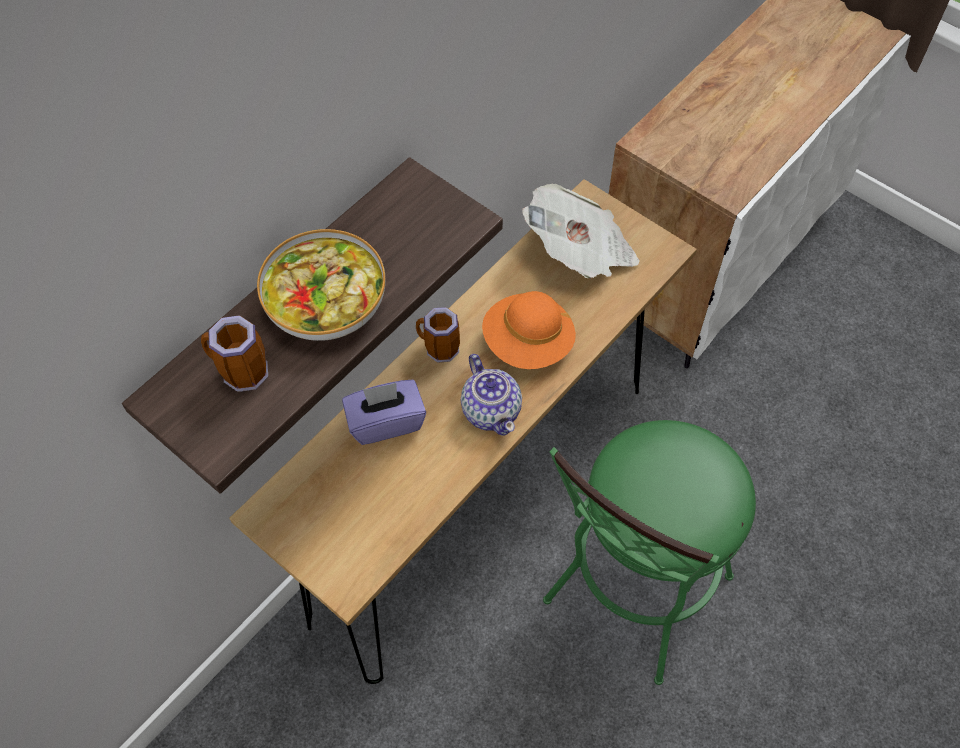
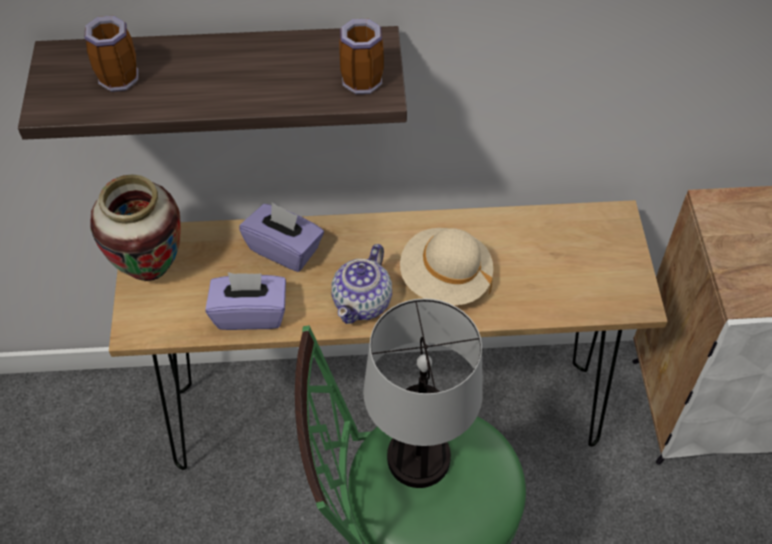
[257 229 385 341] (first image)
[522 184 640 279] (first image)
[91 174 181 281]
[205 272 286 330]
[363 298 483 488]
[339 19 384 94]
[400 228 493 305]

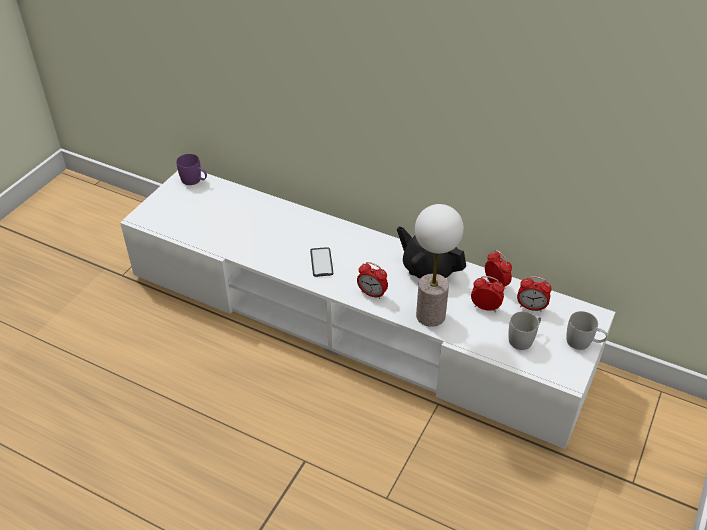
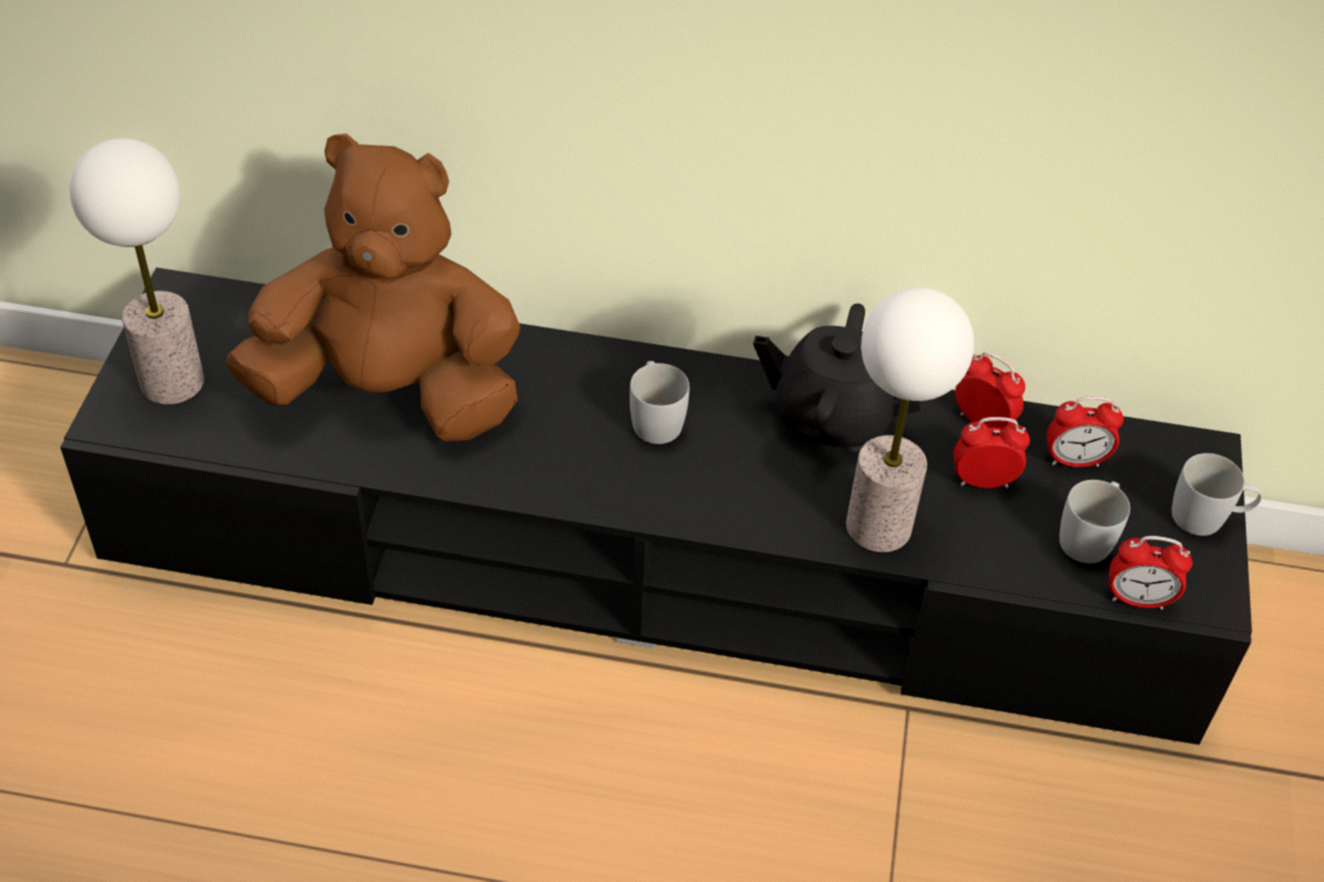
[176 154 207 185] (first image)
[310 247 333 277] (first image)
[70 138 204 405]
[226 133 520 441]
[630 361 689 444]
[1109 536 1192 610]
[60 267 1252 745]

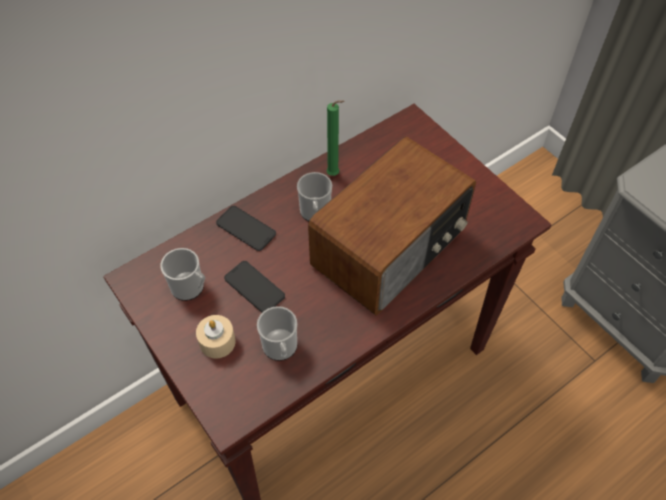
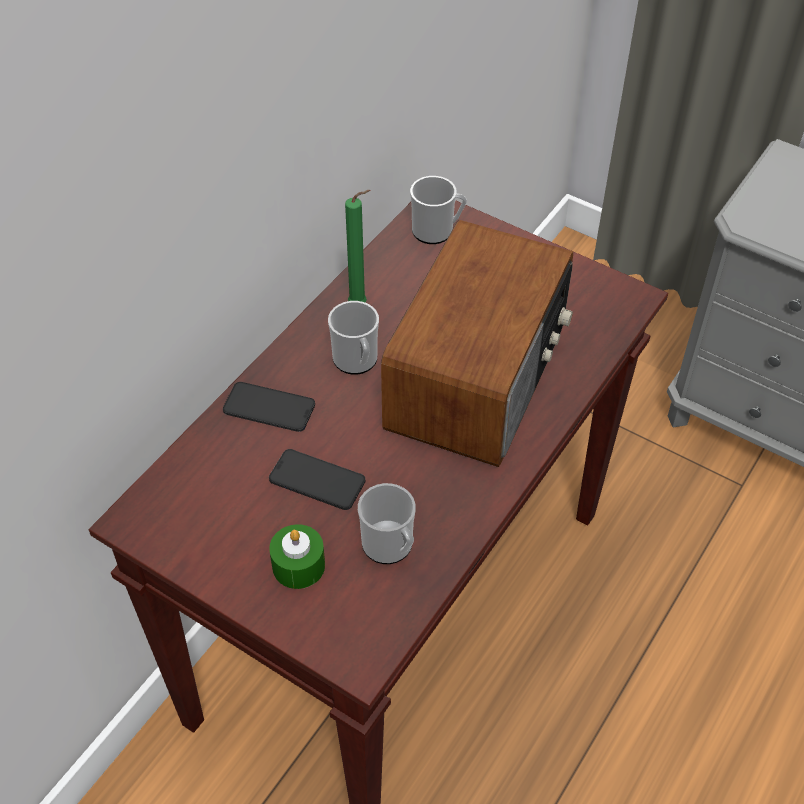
[410 176 467 244]
[269 524 325 589]

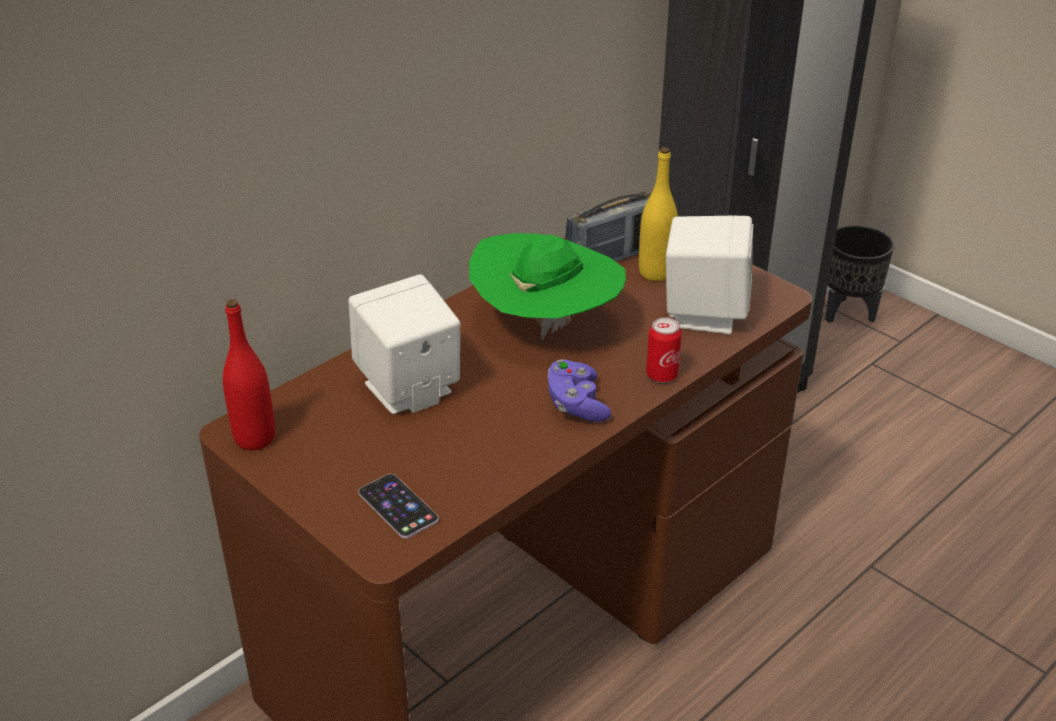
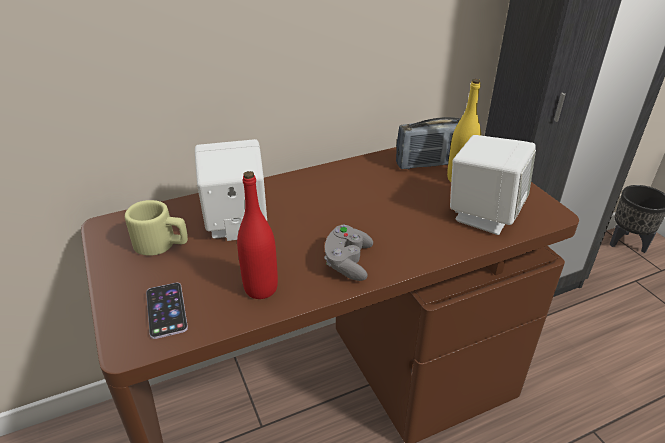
[469 233 626 340] (first image)
[646 317 682 383] (first image)
[125 200 188 256]
[237 171 278 299]
[324 225 373 281]

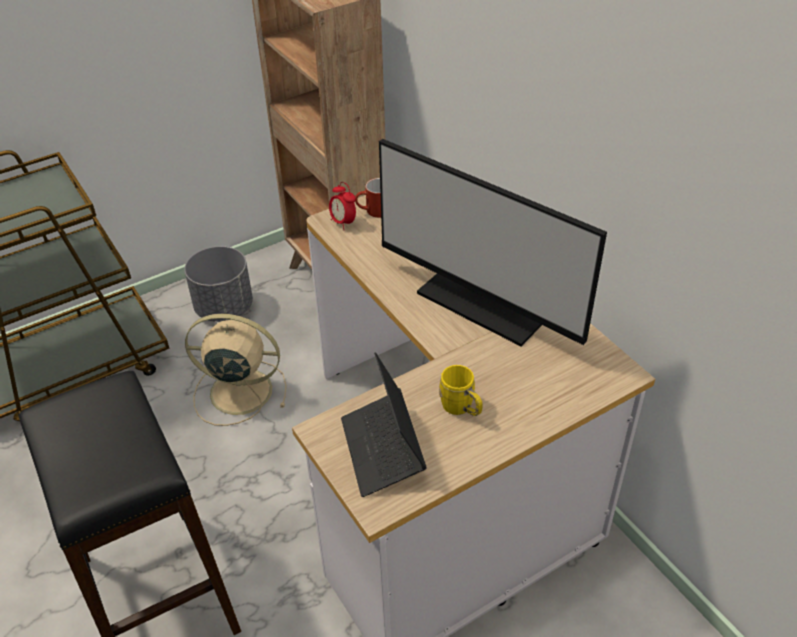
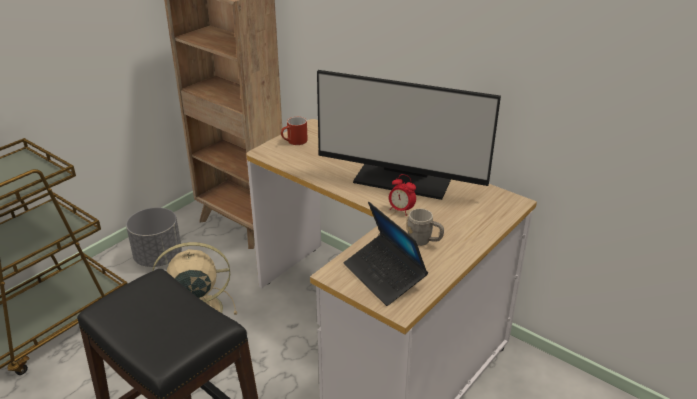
[389 174 416 216]
[407 208 444 246]

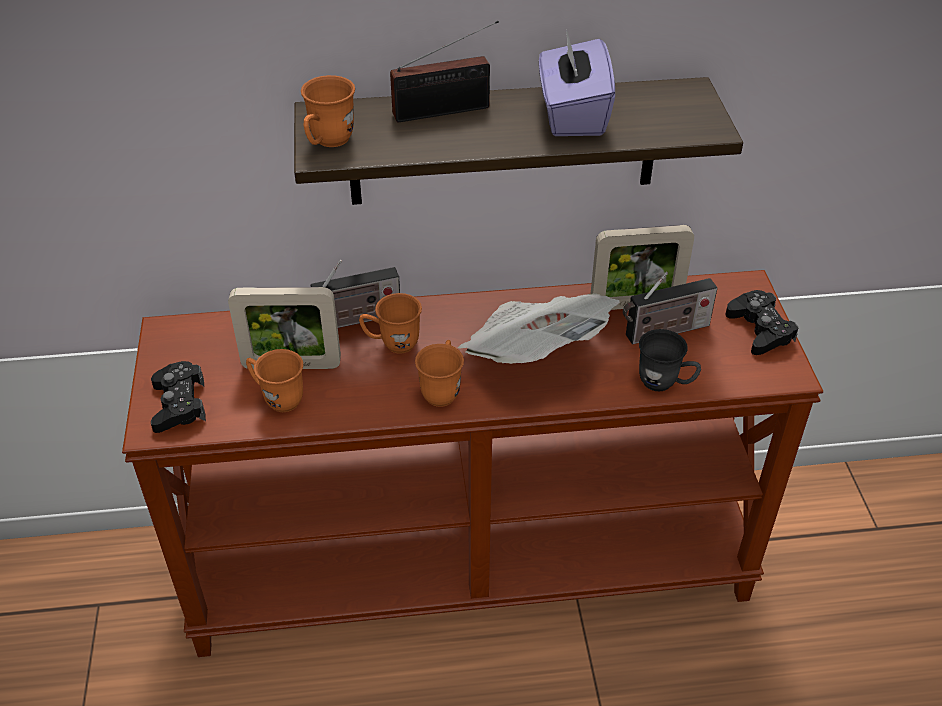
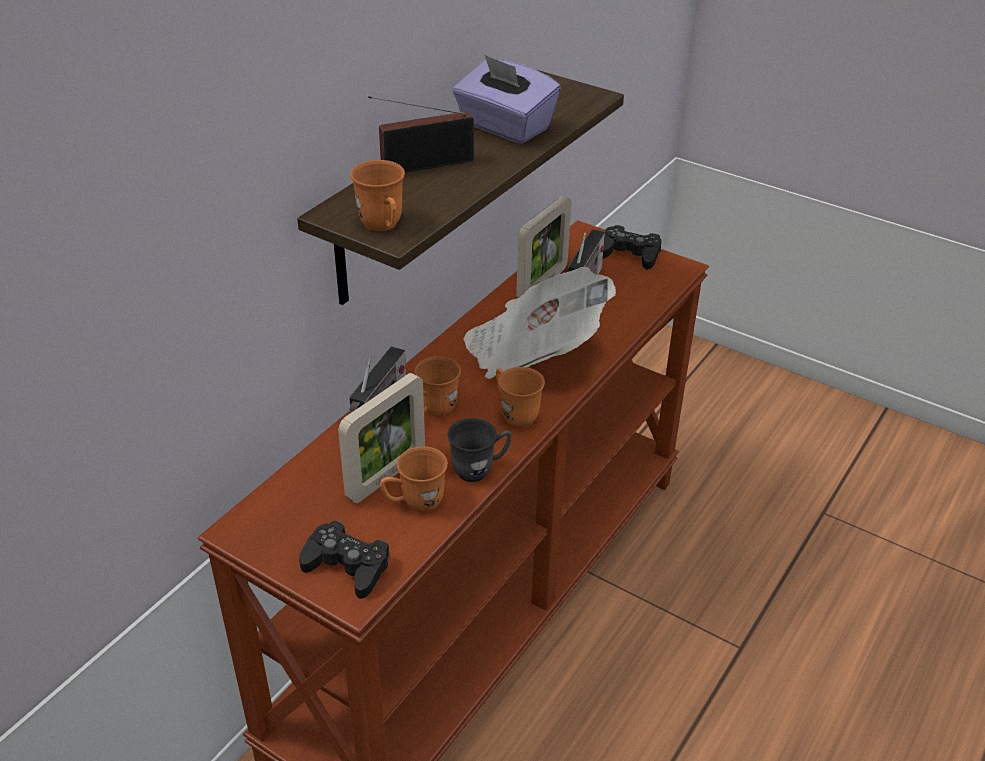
[448 418 512 482]
[368 96 474 173]

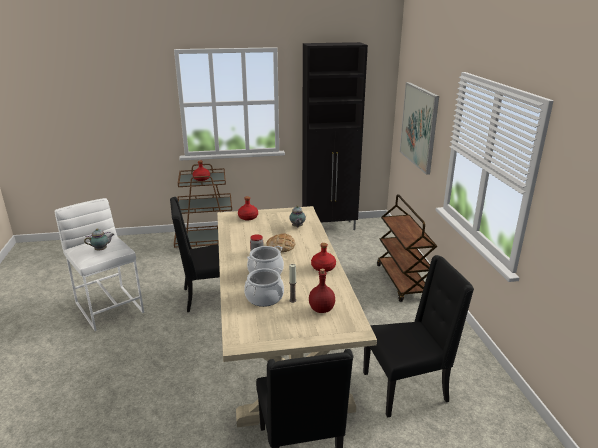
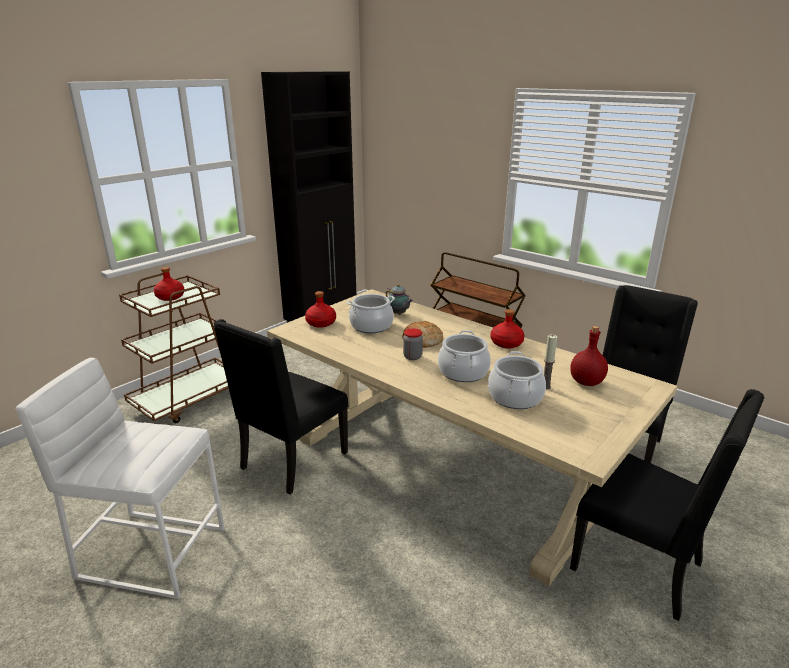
[84 228 114 251] (first image)
[400 82 439 175] (first image)
[347 294 395 333]

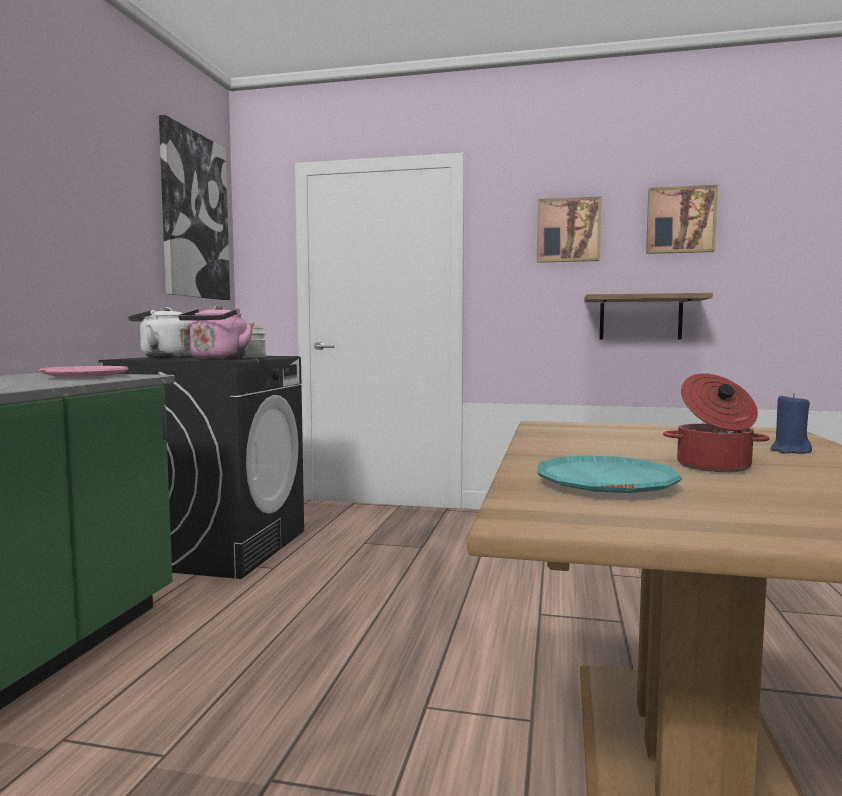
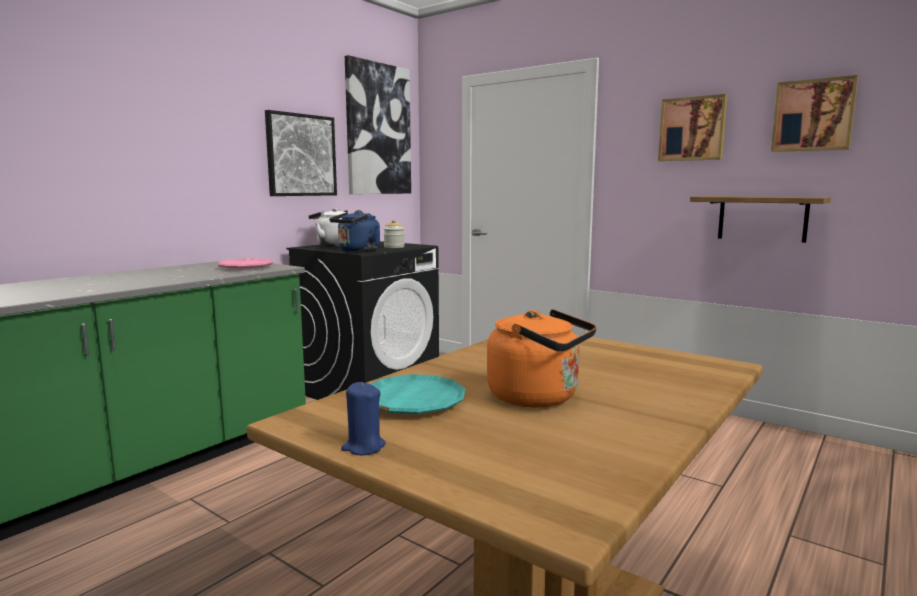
[265 110 337 196]
[341 382 386 455]
[487 309 597 408]
[329 210 380 252]

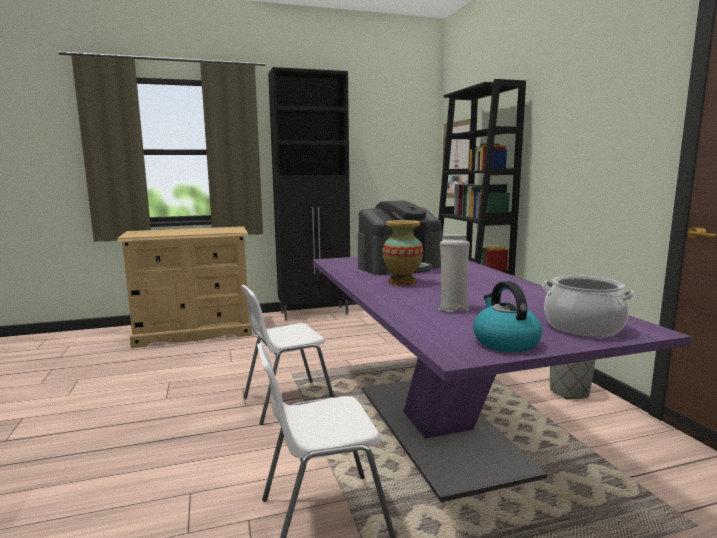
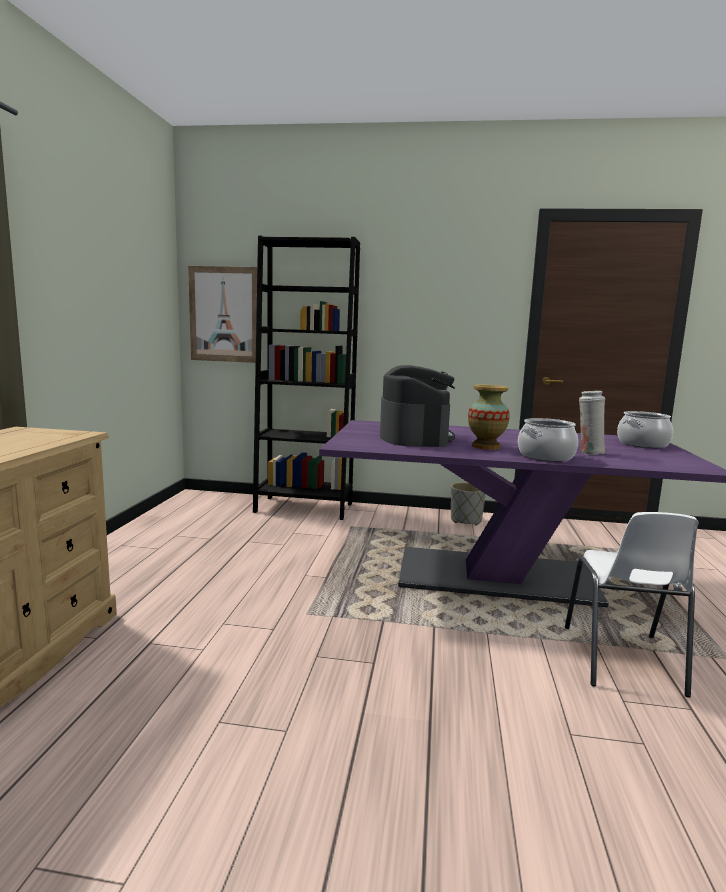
[241 285 334 425] (first image)
[268 67 351 320] (first image)
[473 281 542 352] (first image)
[518 418 578 461]

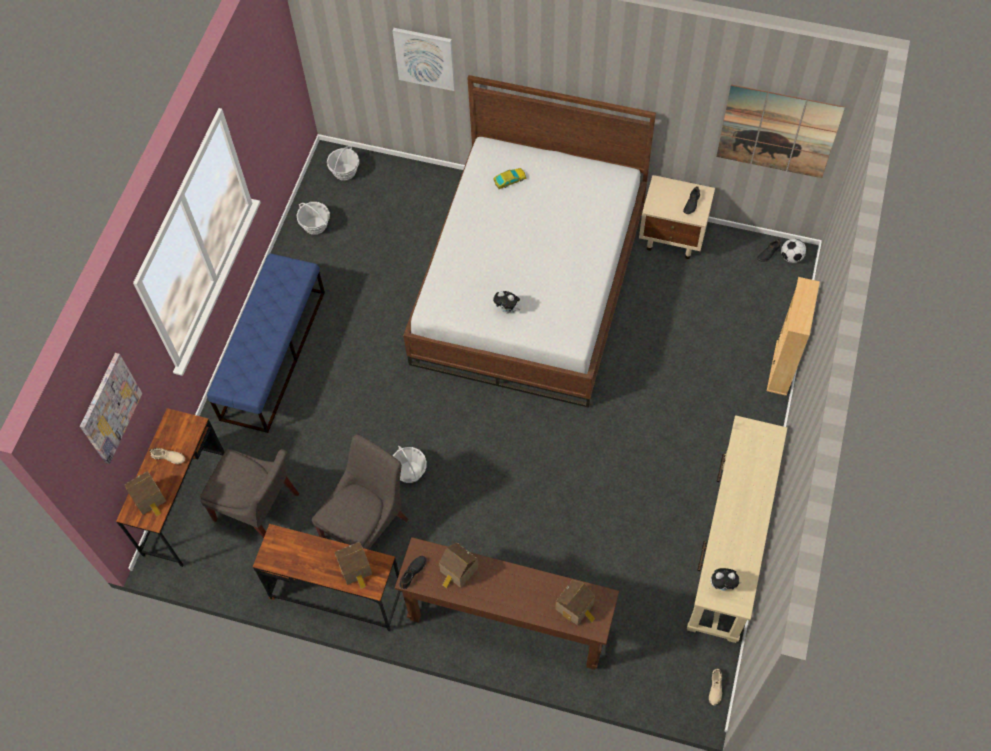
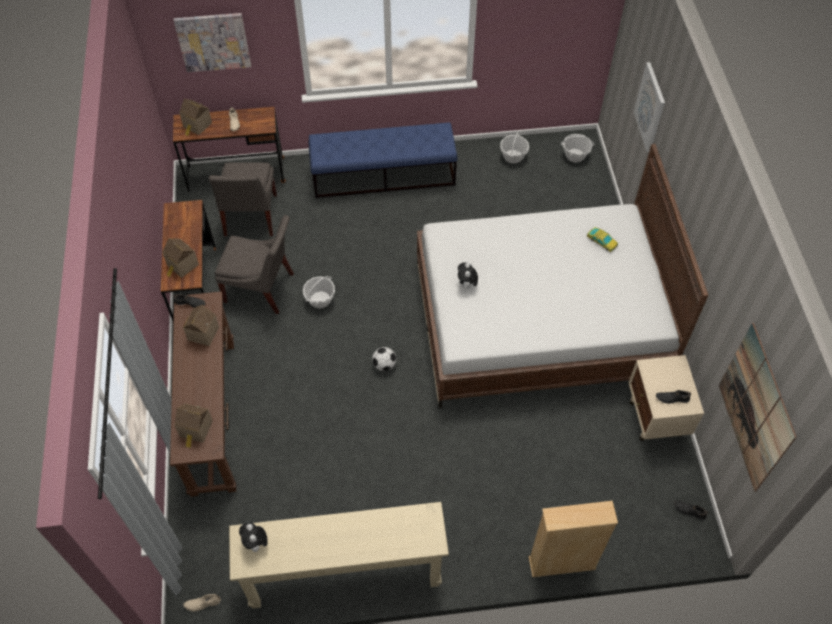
[372 347 396 371]

